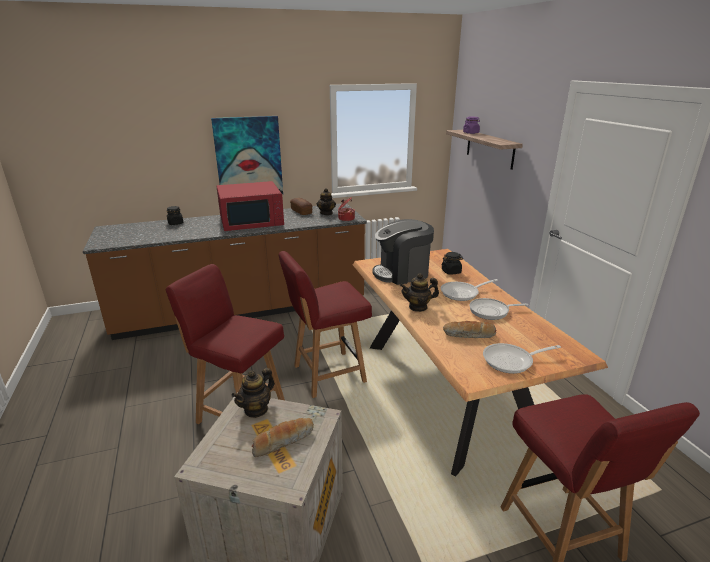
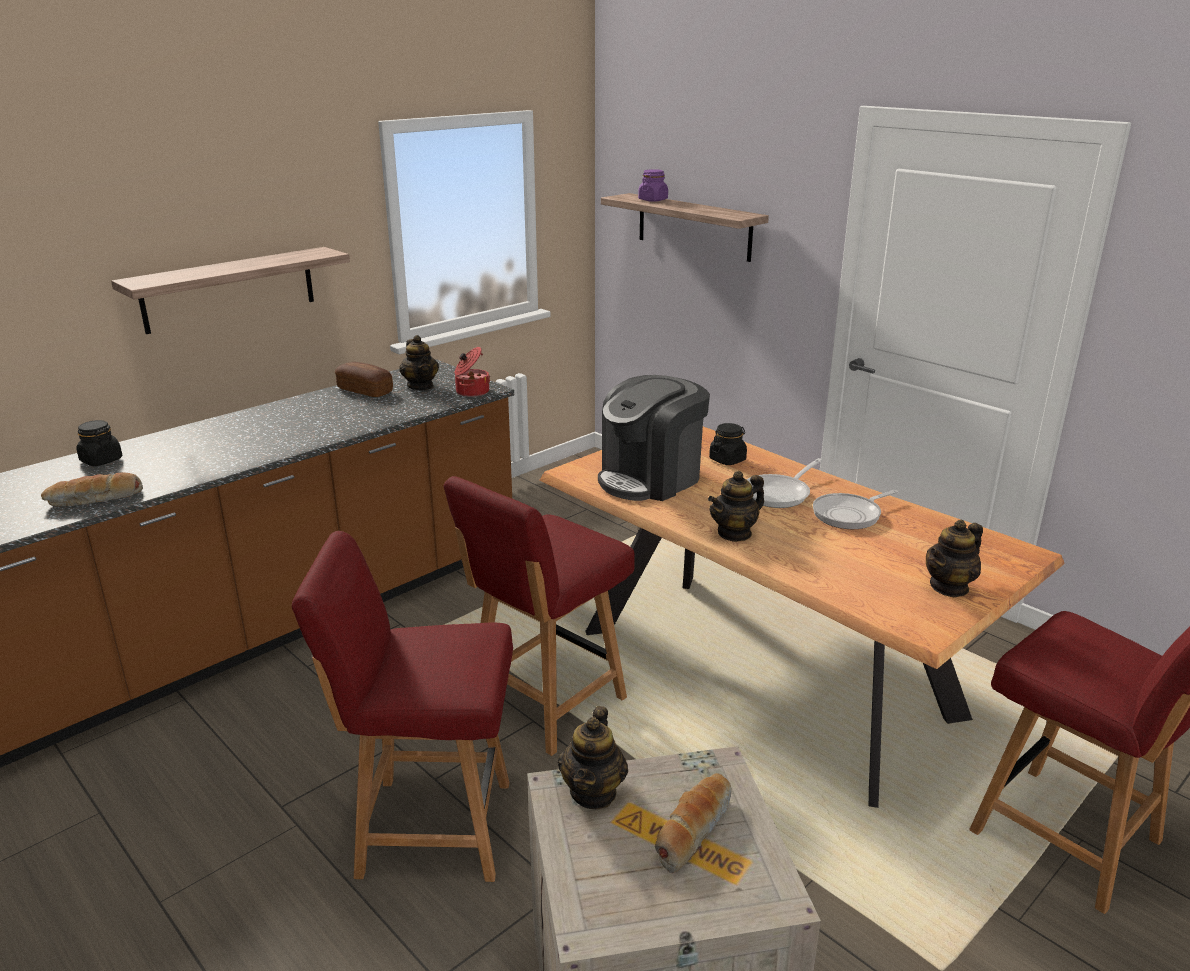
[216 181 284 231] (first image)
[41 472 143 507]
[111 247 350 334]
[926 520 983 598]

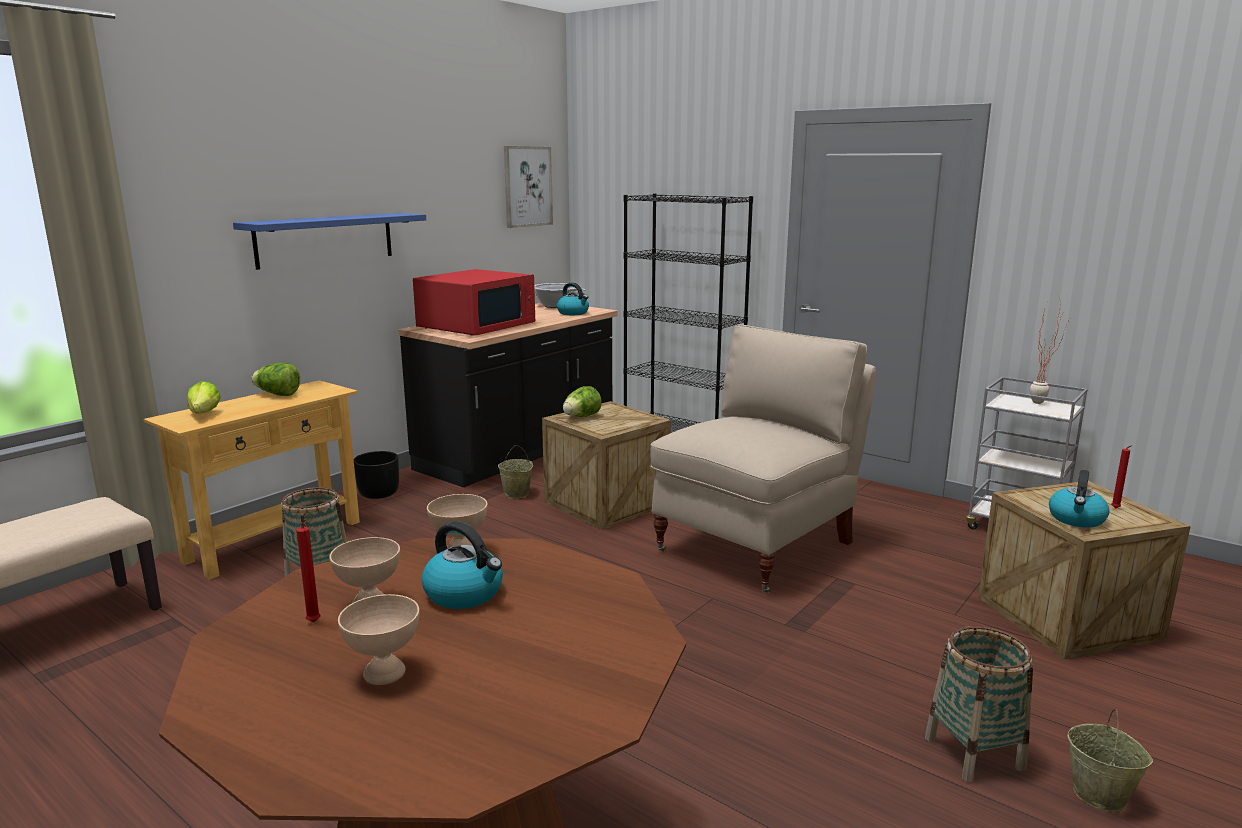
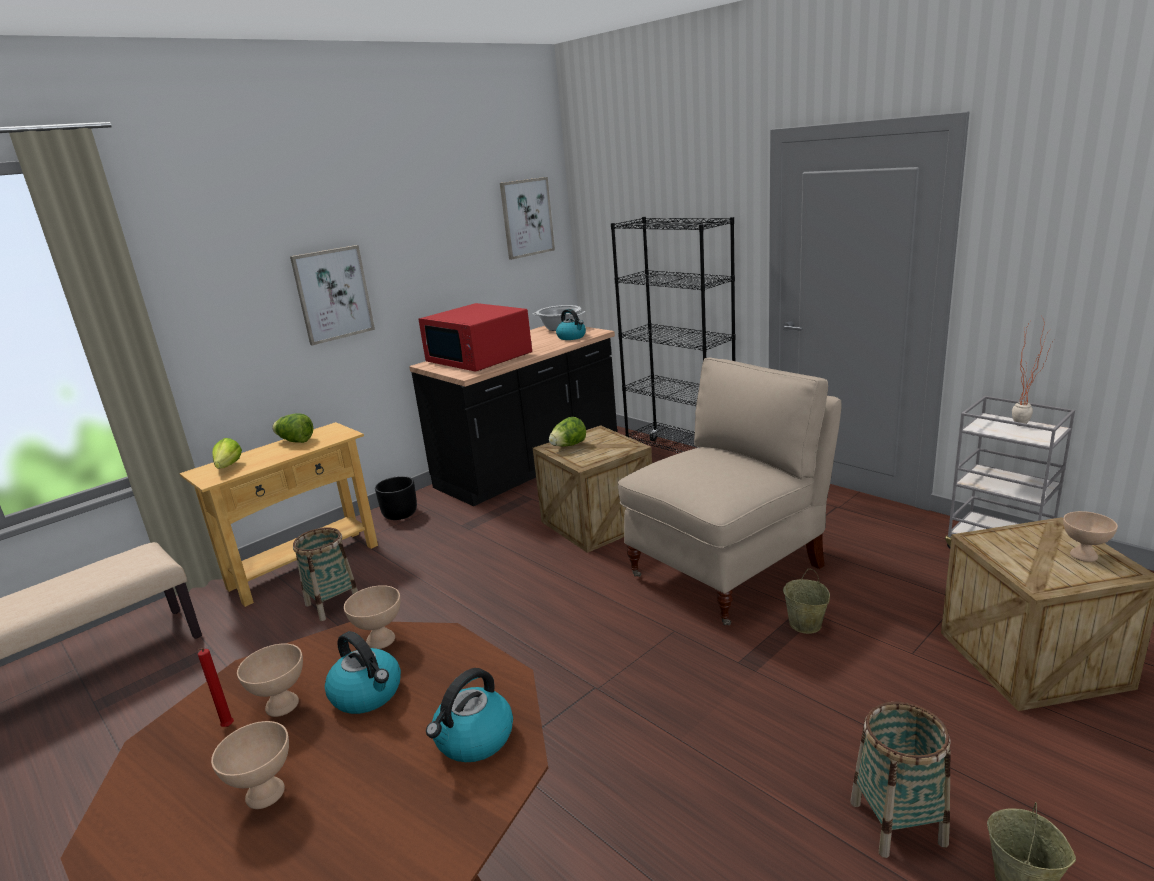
[783 568 830 634]
[426 668 513 762]
[290 245 375 345]
[1063 511 1118 562]
[419 303 532 372]

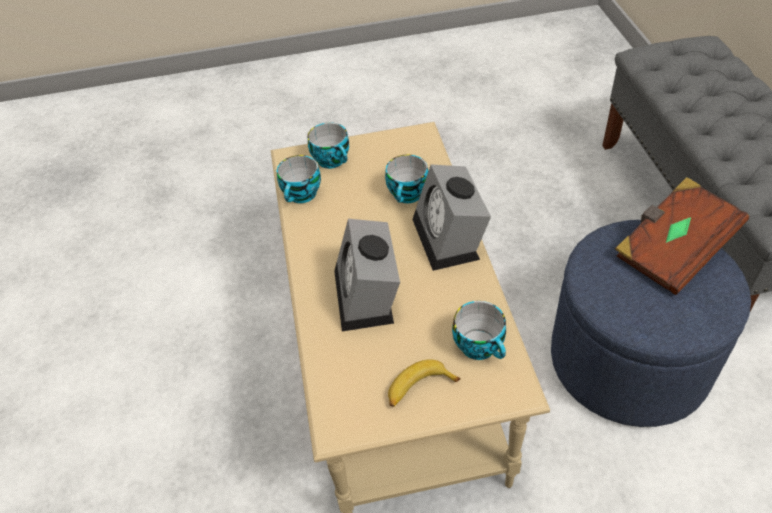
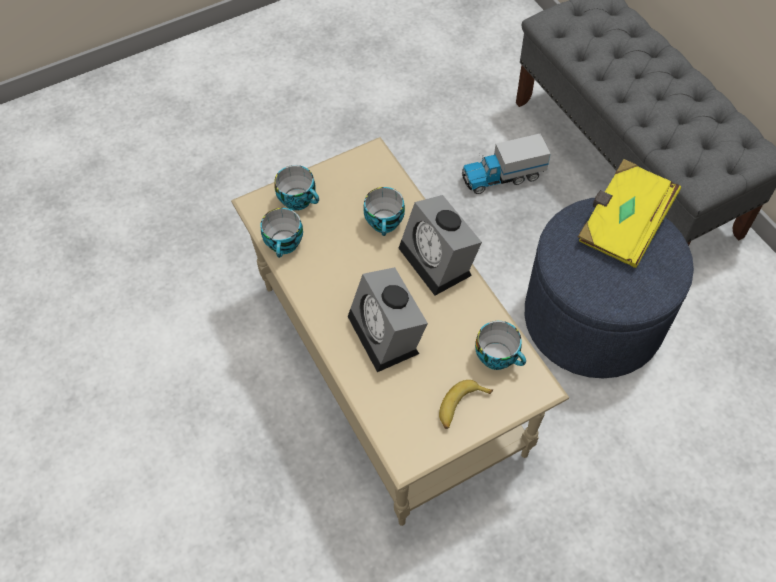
[462 133 551 194]
[578 159 681 268]

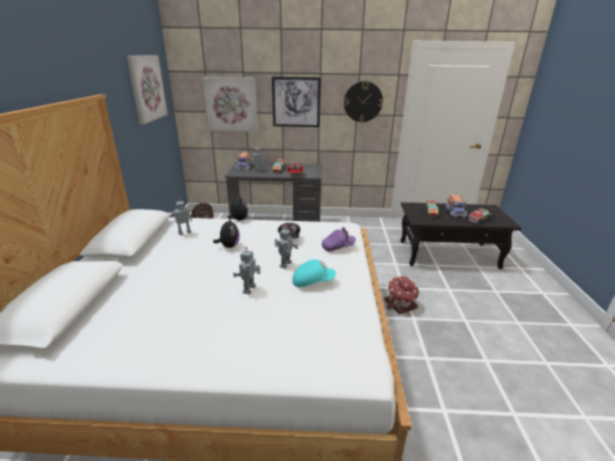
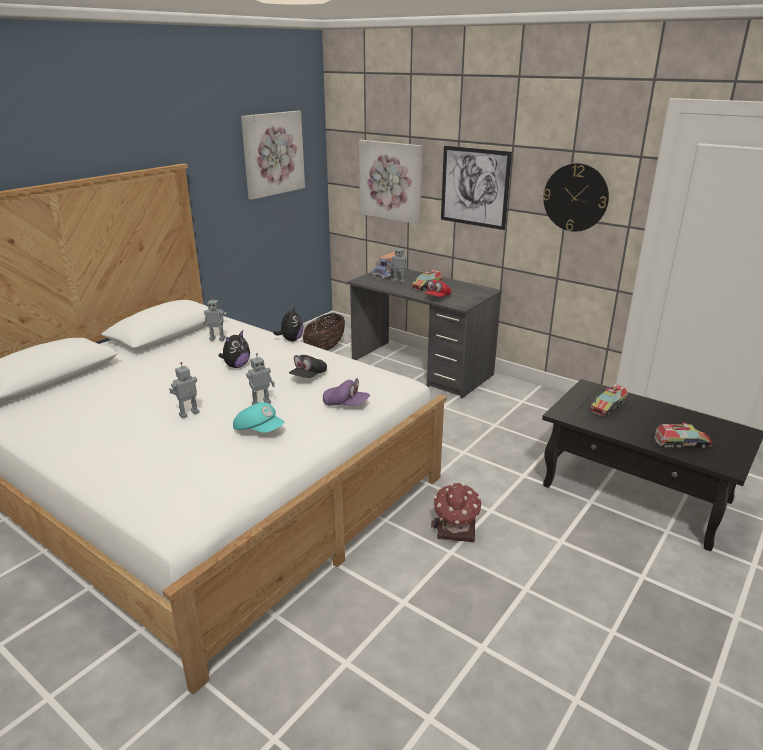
[445 195 468 218] (first image)

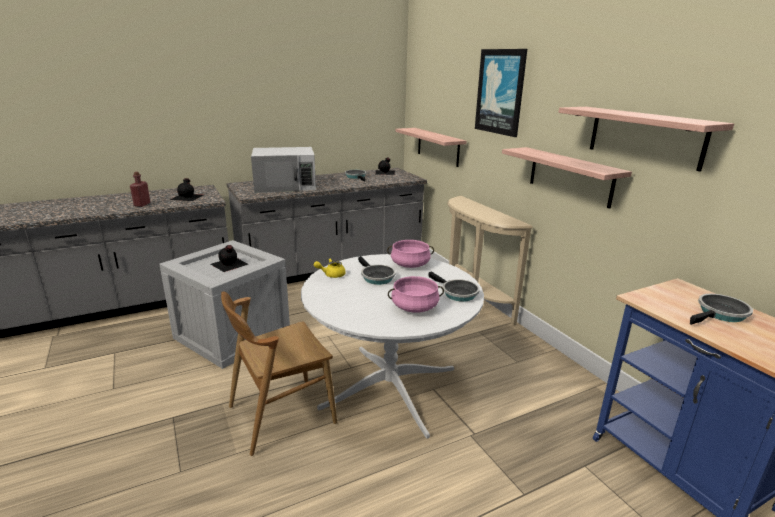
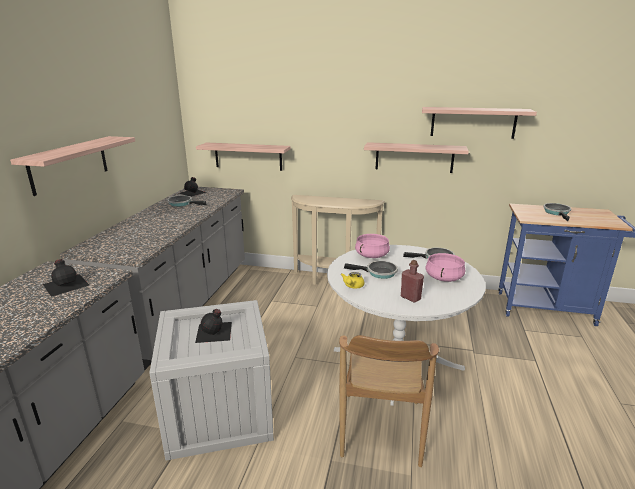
[251 147 316 193] (first image)
[475 49 527 137] (first image)
[10 136 135 196]
[401 260 424 303]

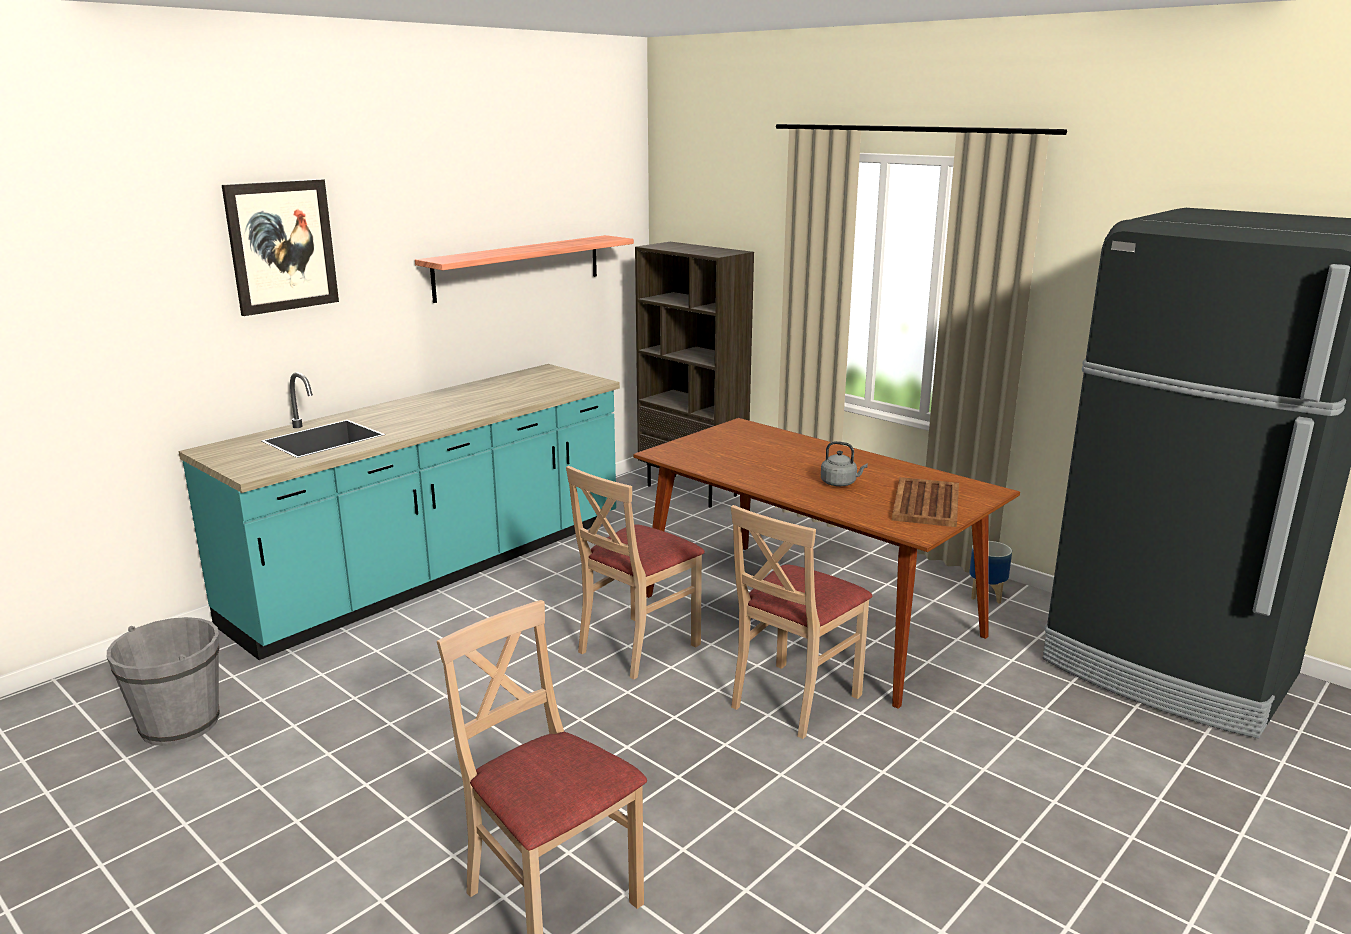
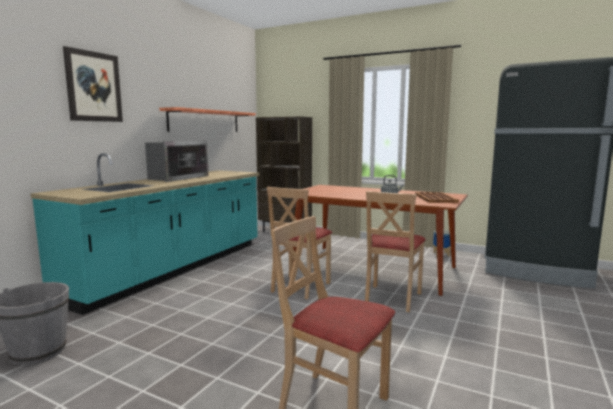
[145 141 209 182]

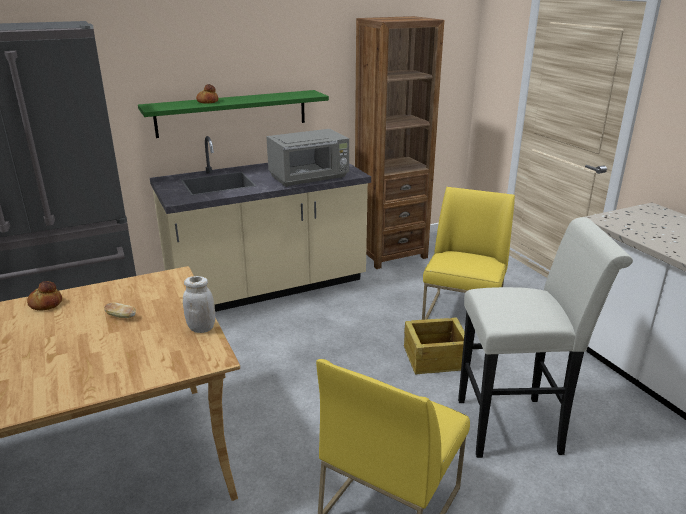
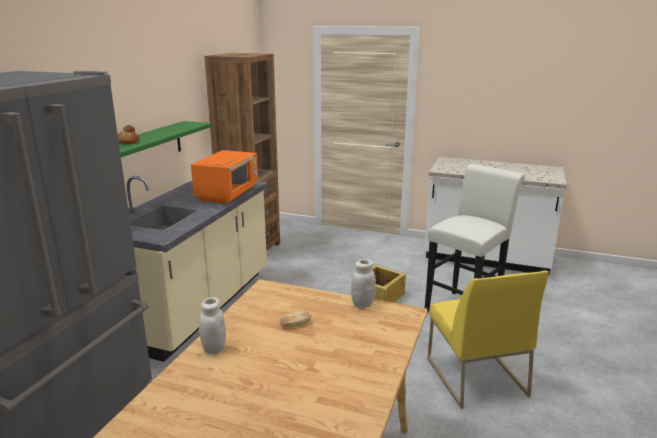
[422 187 515 320] (first image)
[199 297 226 355]
[191 150 258 204]

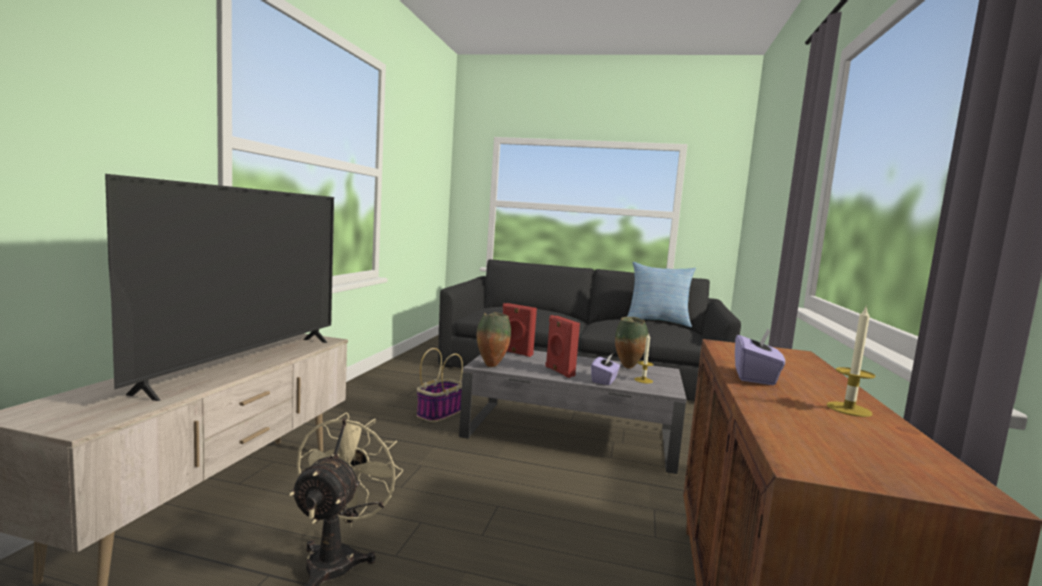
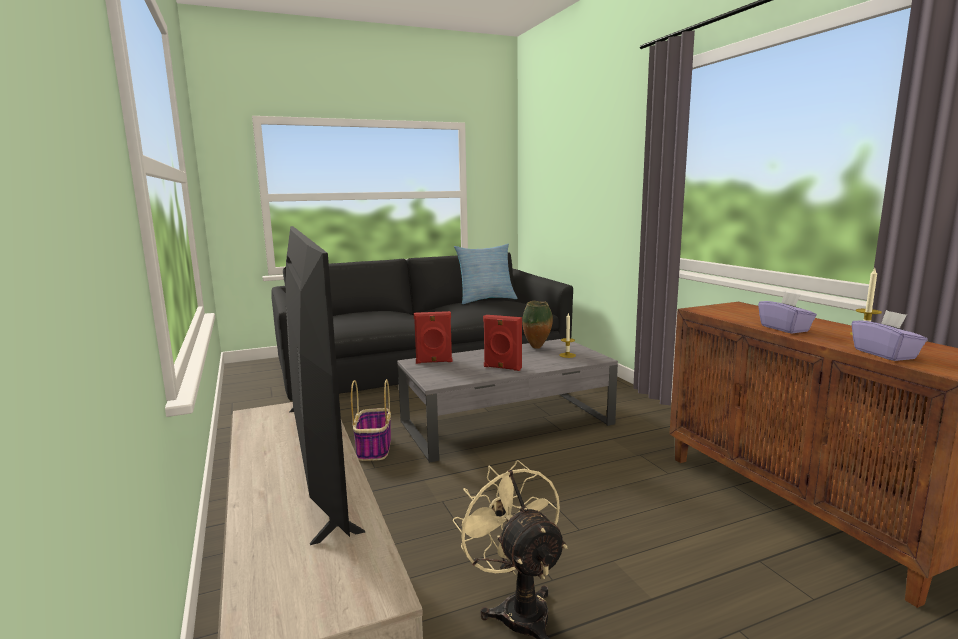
[477 312 511 367] (first image)
[852 310 928 361]

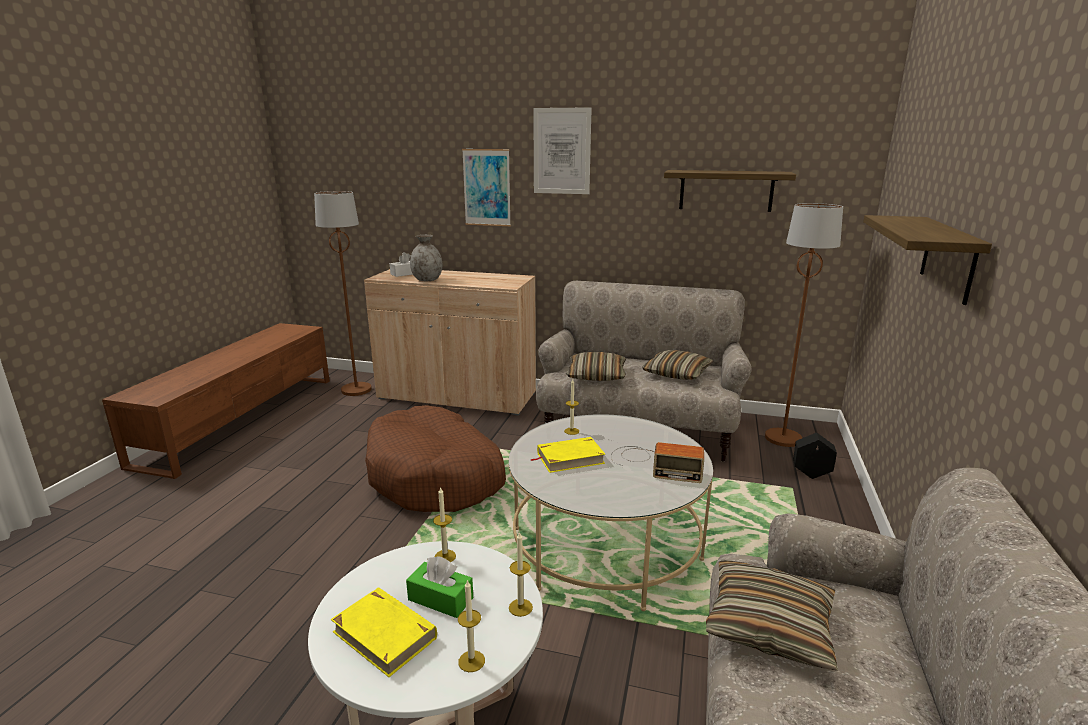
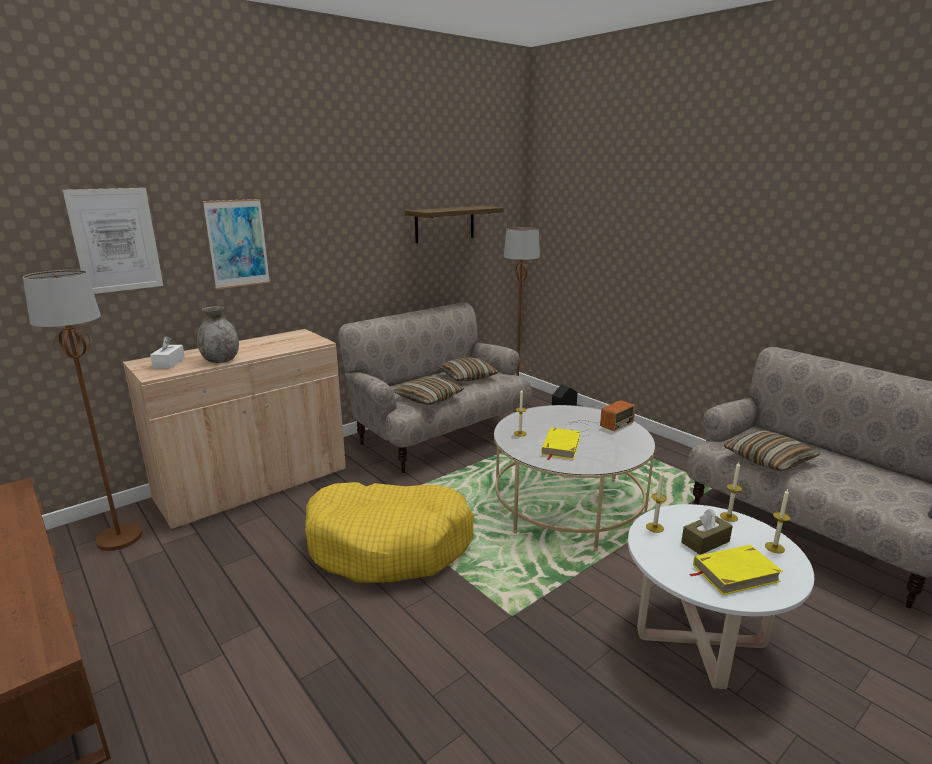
[863 215 992 305] (first image)
[63 188 163 294]
[305 482 474 583]
[681 509 733 555]

